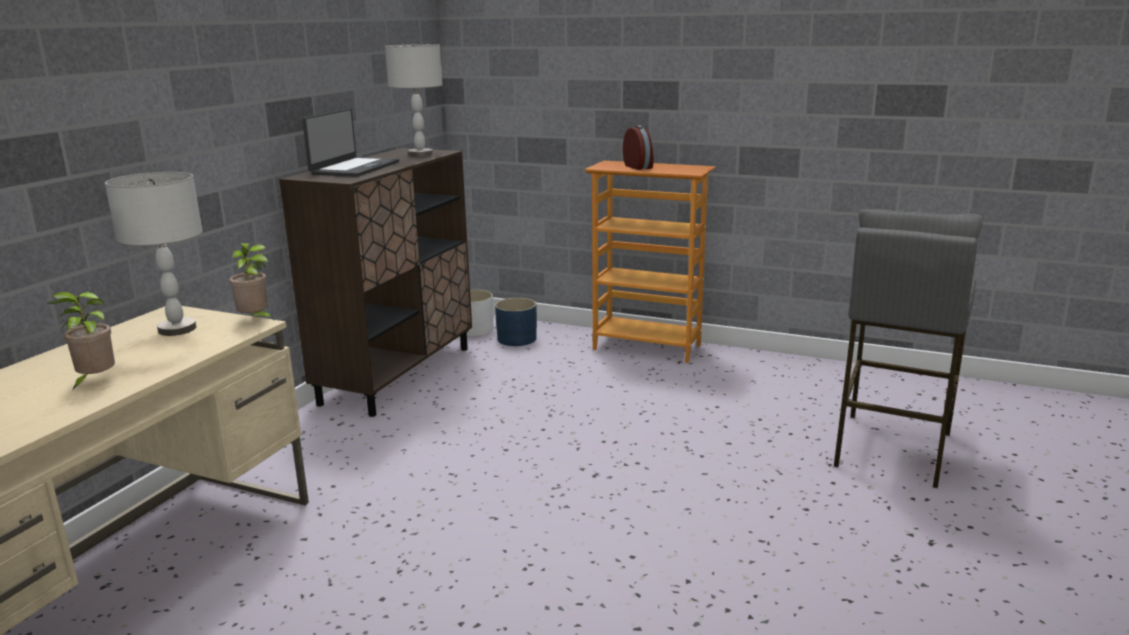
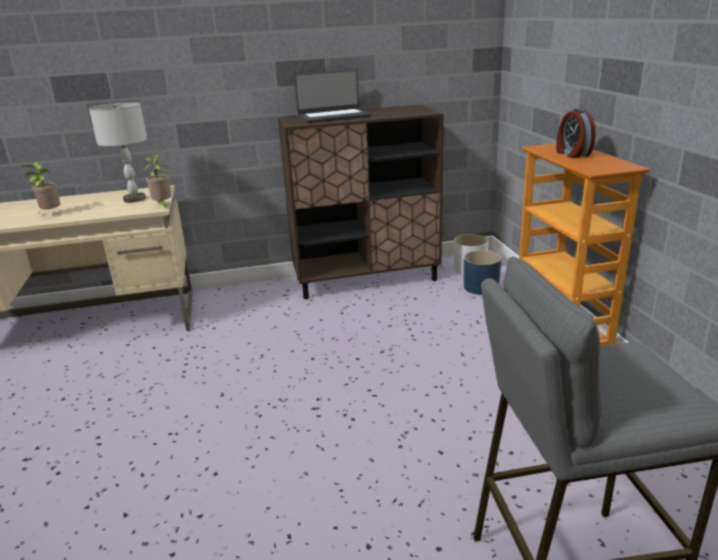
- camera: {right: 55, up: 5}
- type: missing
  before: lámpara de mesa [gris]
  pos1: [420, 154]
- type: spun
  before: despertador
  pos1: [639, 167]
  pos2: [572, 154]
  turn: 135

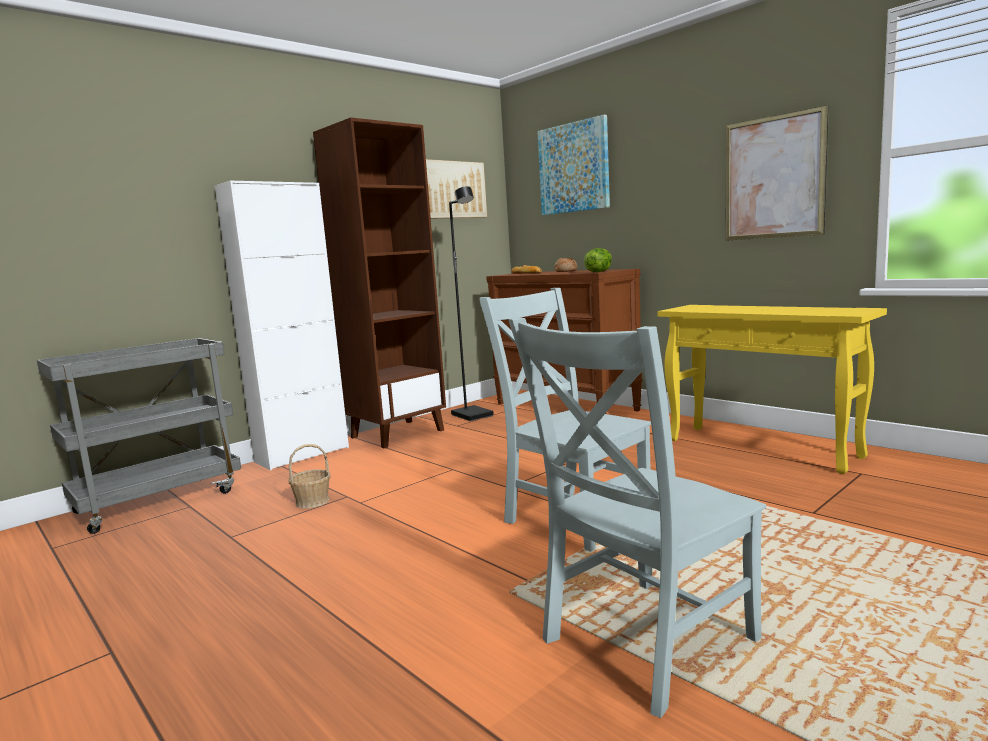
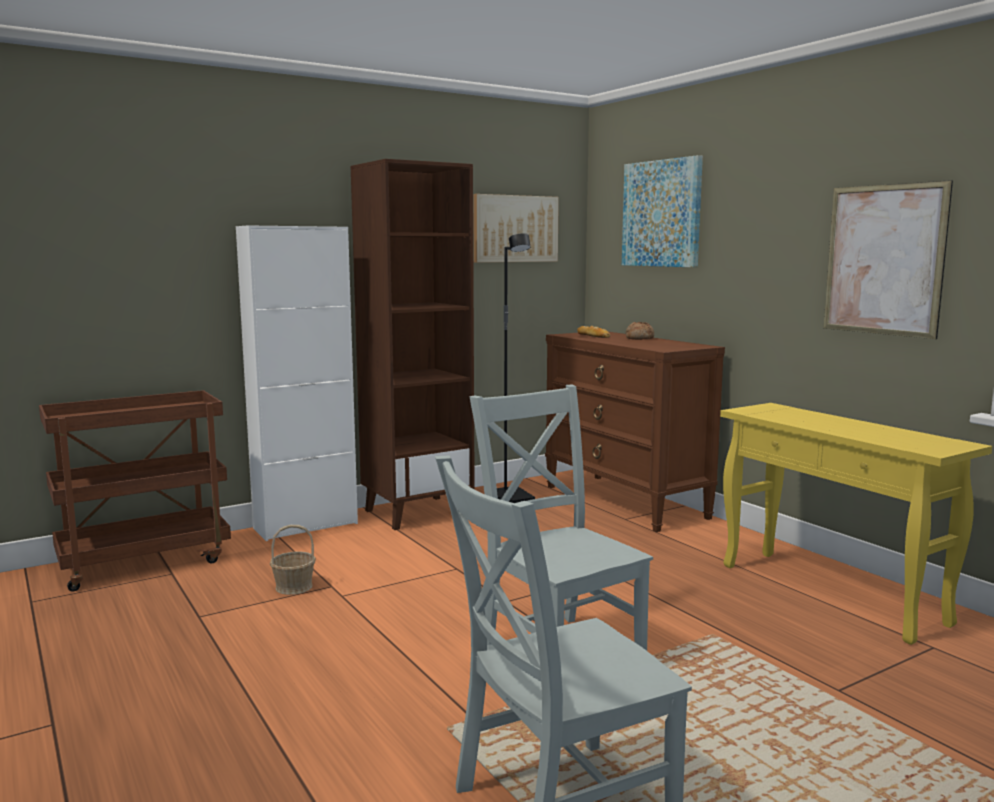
- camera: {right: 10, up: 0}
- type: missing
  before: lechuga
  pos1: [598, 272]
- type: colour
  before: carrito [gris]
  after: carrito [marrón]
  pos1: [159, 500]
  pos2: [145, 561]

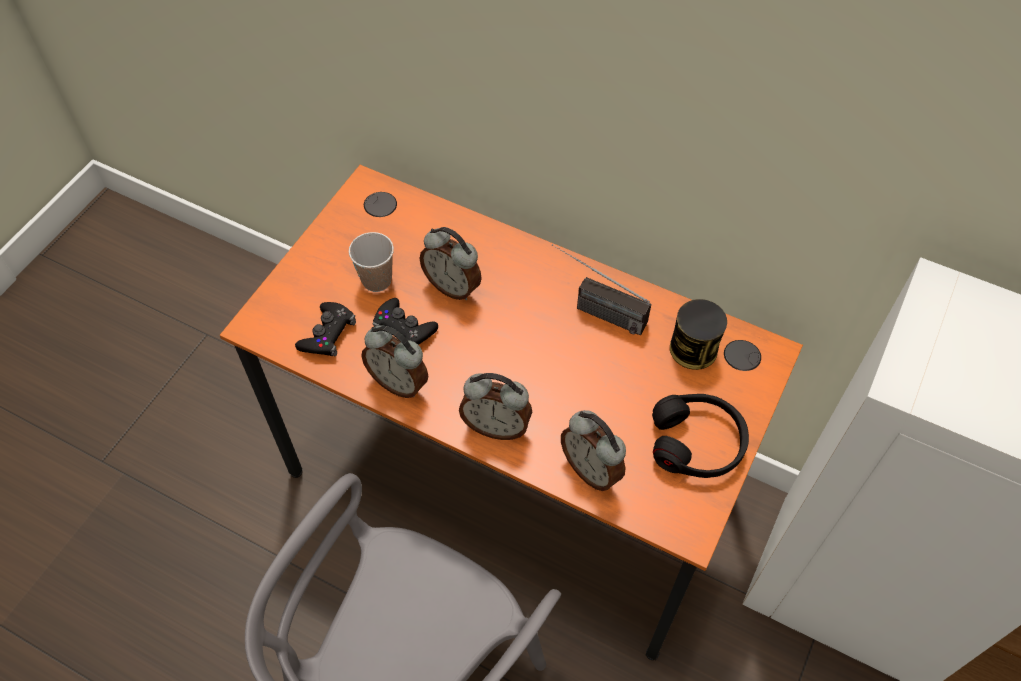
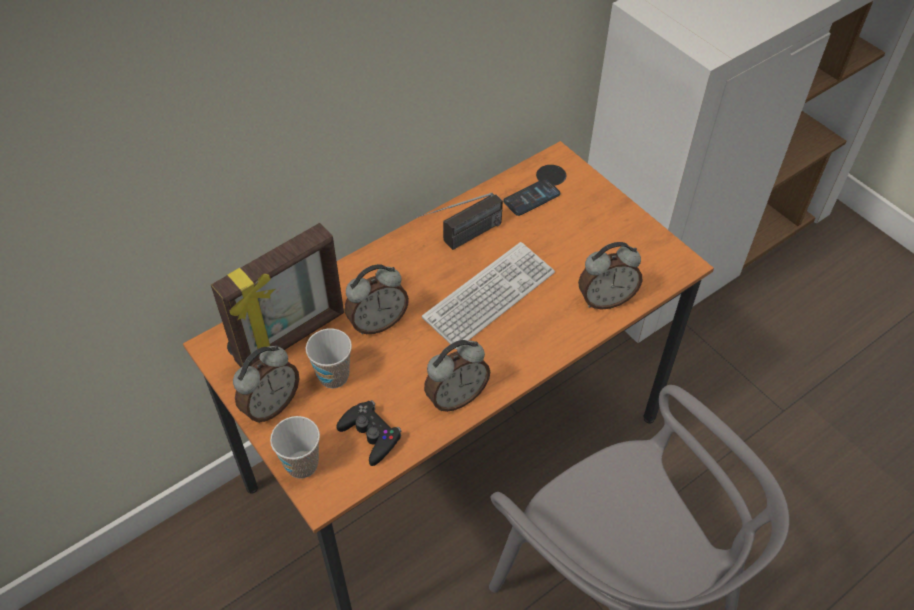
- camera: {right: -65, up: -5}
- type: missing
  before: mando de consola [negro]
  pos1: [404, 328]
- type: exchanged
  before: lata
  after: móvil
  pos1: [693, 349]
  pos2: [531, 198]
- type: relocated
  before: despertador
  pos1: [496, 426]
  pos2: [271, 405]
- type: missing
  before: auriculares [negro]
  pos1: [697, 442]
- type: appeared
  after: portarretratos
  pos2: [292, 338]
- type: appeared
  after: teclado
  pos2: [489, 296]
- type: appeared
  after: taza
  pos2: [302, 464]

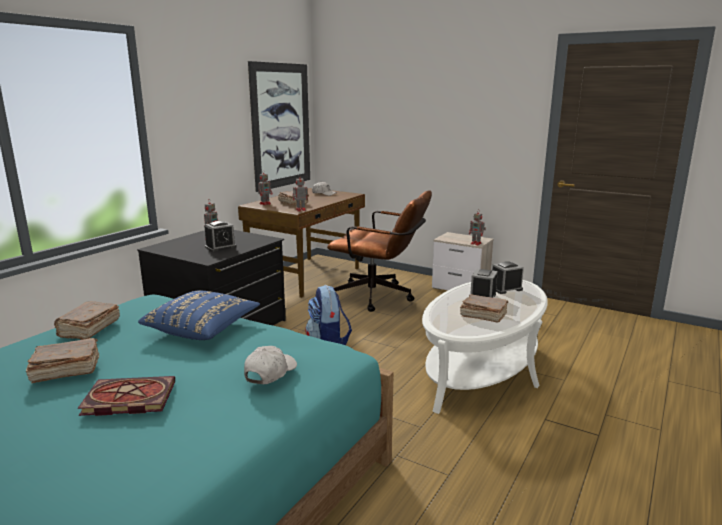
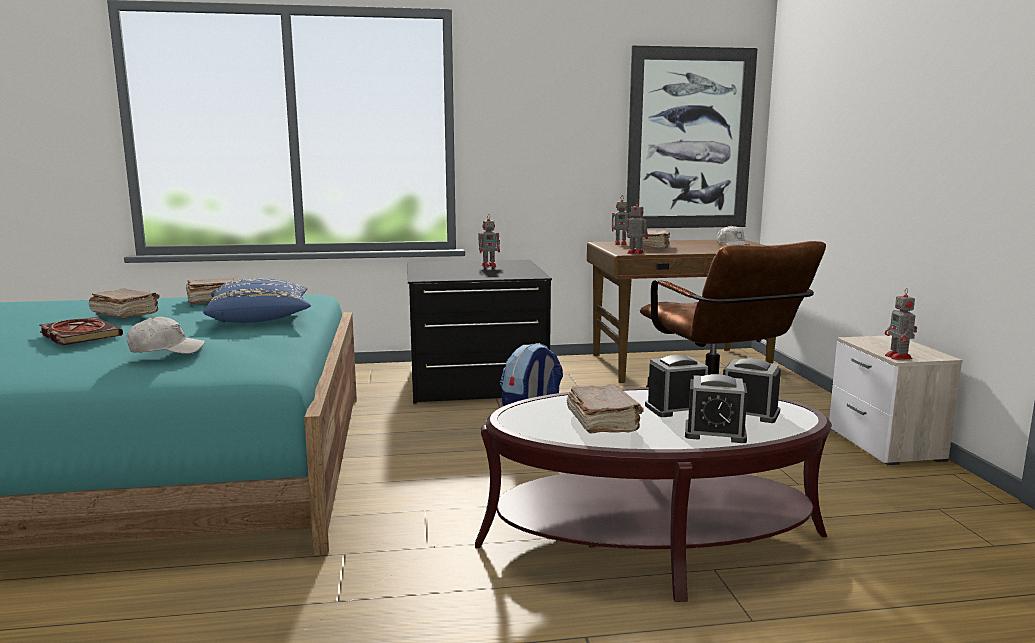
- camera: {right: 50, up: -5}
- type: relocated
  before: despertador
  pos1: [220, 247]
  pos2: [715, 433]
- type: colour
  before: mesa de centro [blanco]
  after: mesa de centro [marrón]
  pos1: [482, 369]
  pos2: [652, 540]

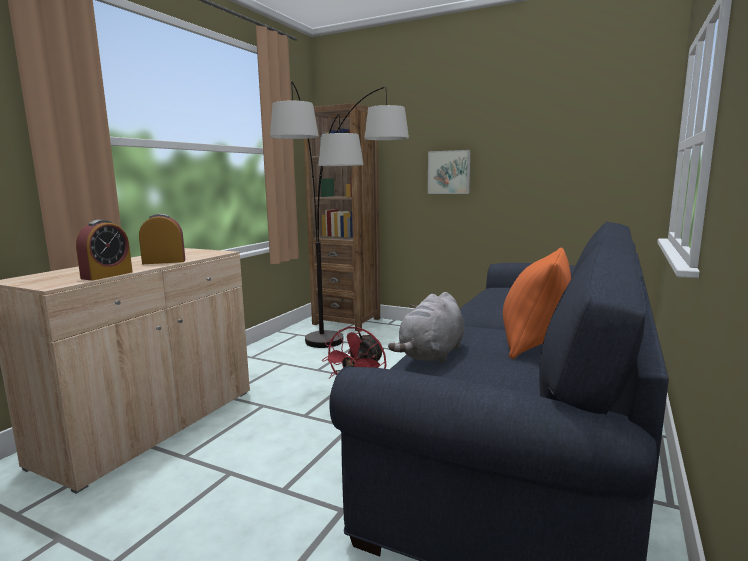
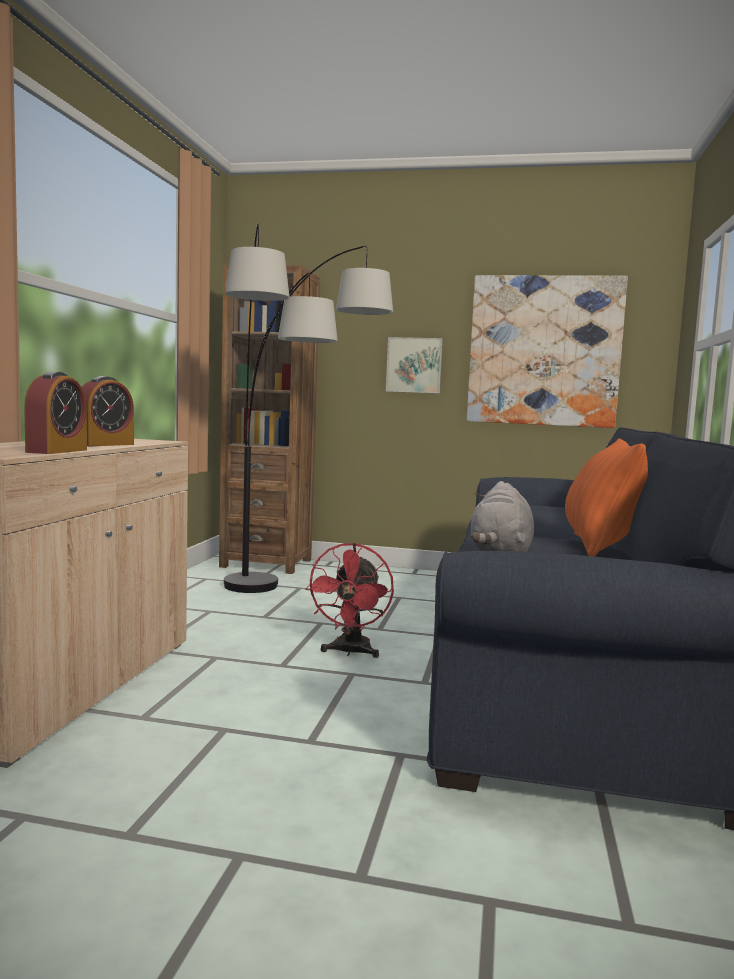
- camera: {right: -15, up: -5}
- type: spun
  before: despertador
  pos1: [164, 262]
  pos2: [105, 444]
  turn: 150
- type: appeared
  after: cuadro
  pos2: [544, 351]

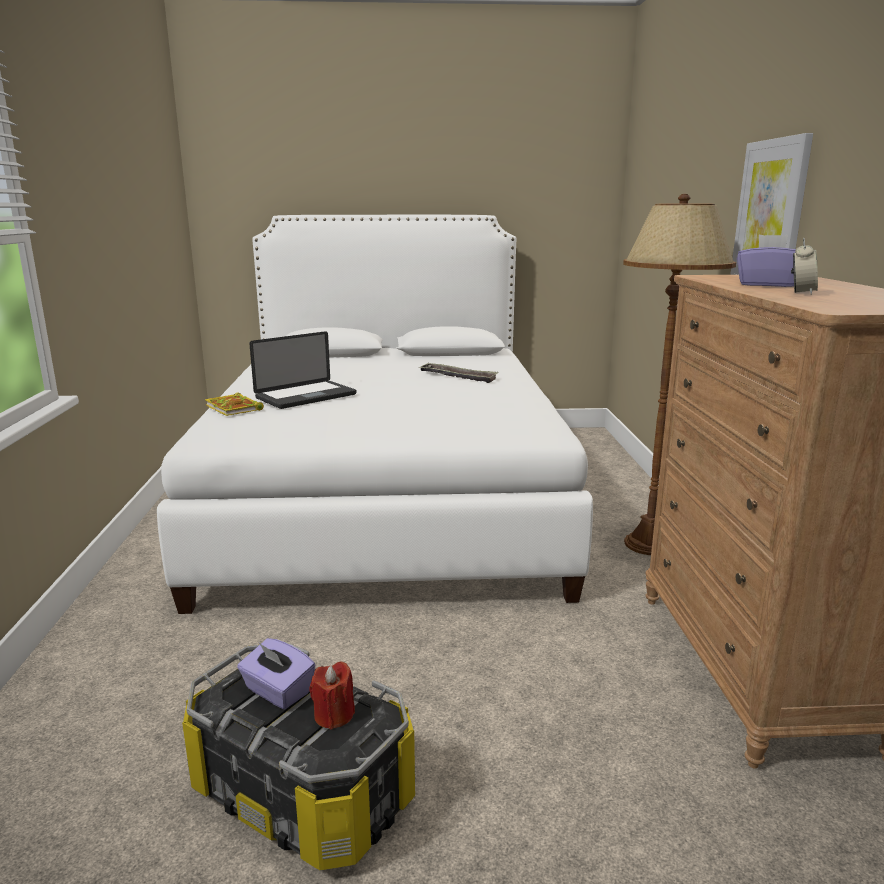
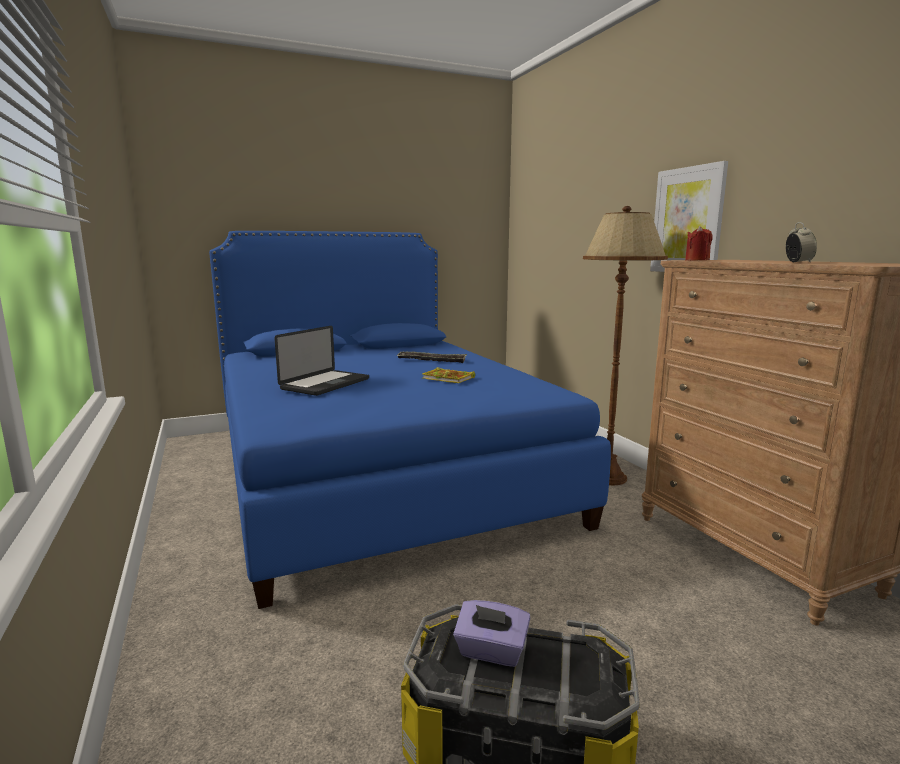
- camera: {right: -20, up: -5}
- type: colour
  before: cama [blanco]
  after: cama [azul]
  pos1: [386, 497]
  pos2: [377, 471]
- type: missing
  before: caja de pañuelos [morado]
  pos1: [766, 284]
- type: relocated
  before: libro
  pos1: [235, 408]
  pos2: [449, 378]
- type: relocated
  before: vela [rojo]
  pos1: [334, 715]
  pos2: [697, 260]

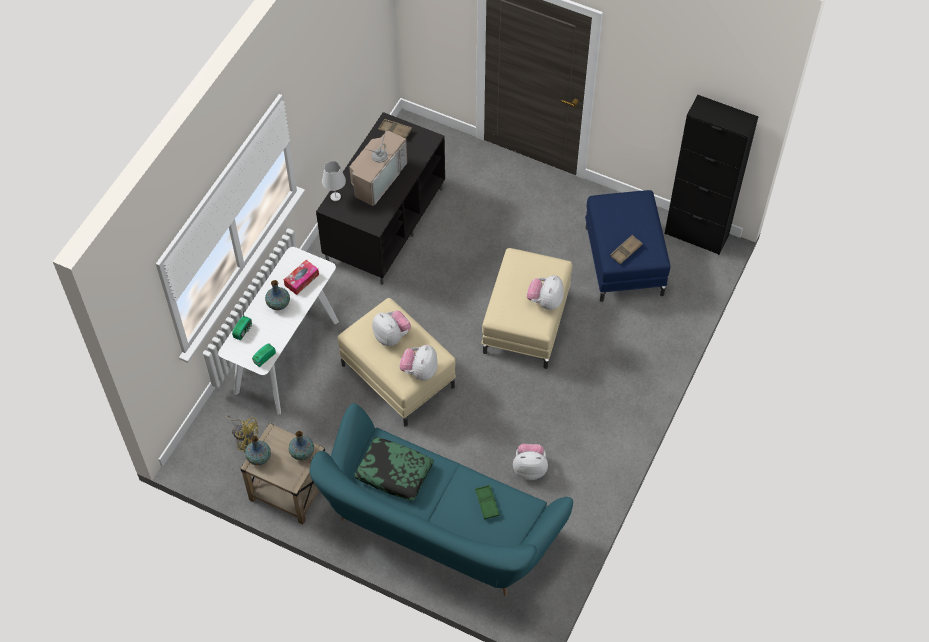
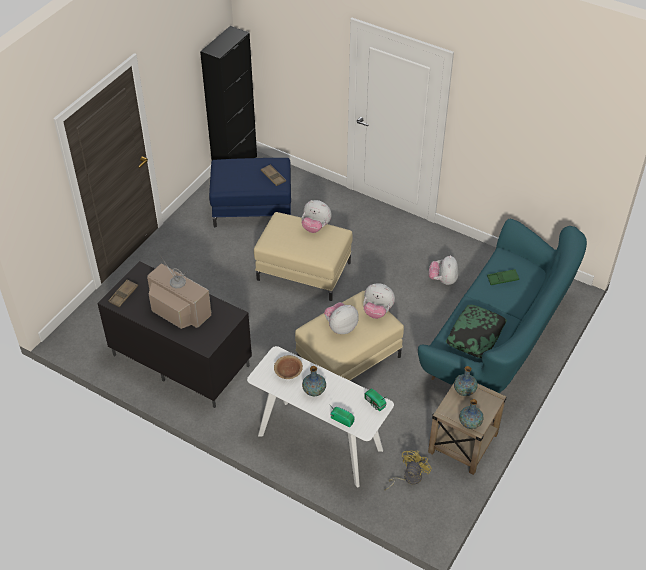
- camera: {right: -85, up: -10}
- type: missing
  before: lámpara de mesa [blanco]
  pos1: [335, 196]
- type: exchanged
  before: caja de pañuelos
  after: cuenco [marrón]
  pos1: [301, 280]
  pos2: [288, 372]

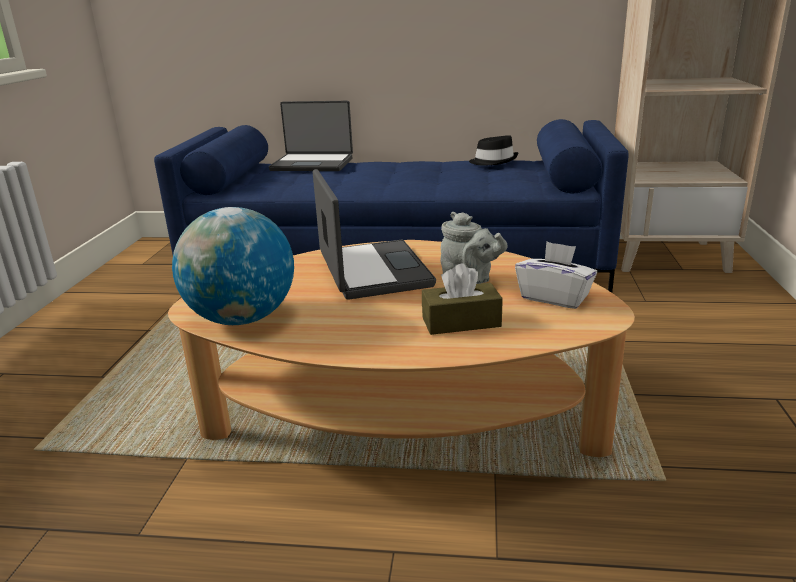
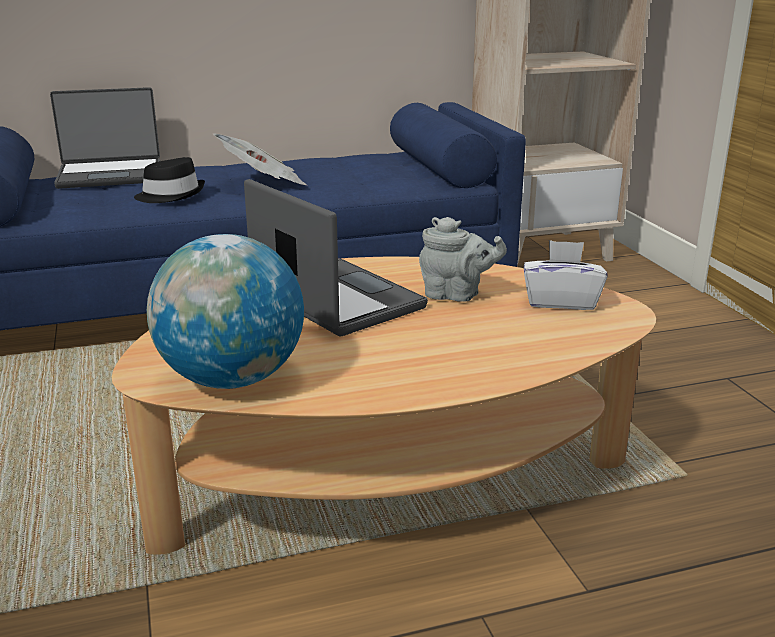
- camera: {right: -25, up: 0}
- type: relocated
  before: sombrero [negro]
  pos1: [494, 161]
  pos2: [171, 195]
- type: missing
  before: caja de pañuelos [marrón]
  pos1: [461, 322]
- type: appeared
  after: periódico
  pos2: [263, 183]

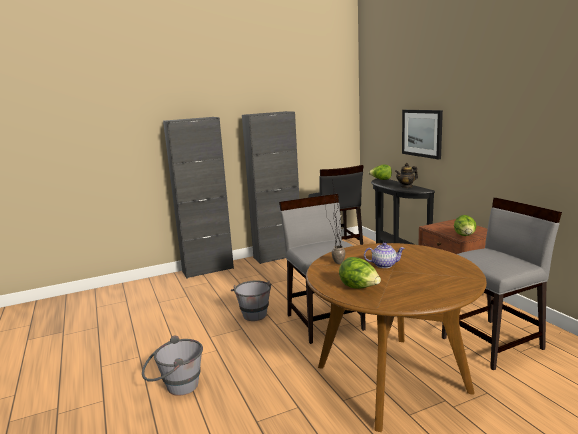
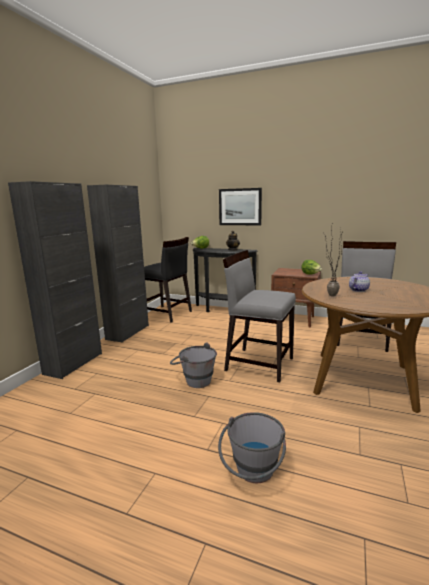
- camera: {right: -45, up: 0}
- type: missing
  before: lechuga
  pos1: [359, 288]

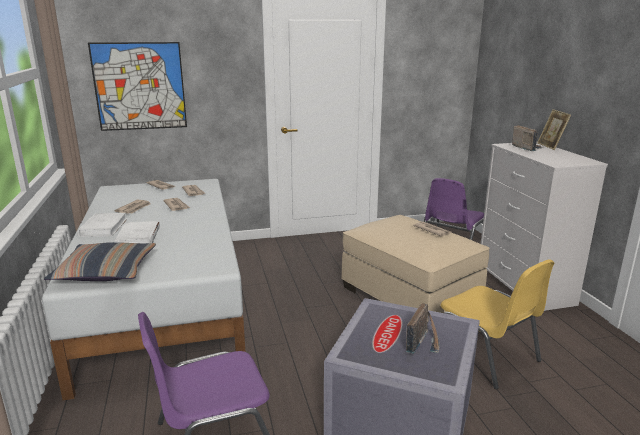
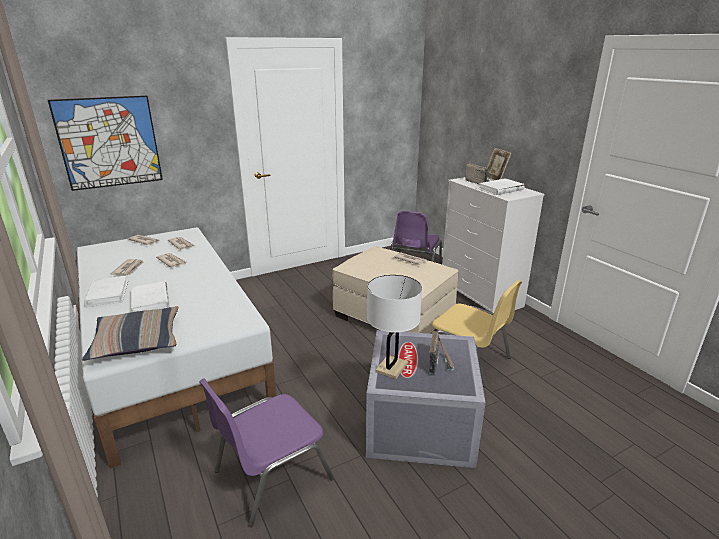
- camera: {right: -15, up: 5}
- type: appeared
  after: libro [blanco]
  pos2: [500, 189]
- type: appeared
  after: lámpara de mesa [blanco]
  pos2: [391, 367]

